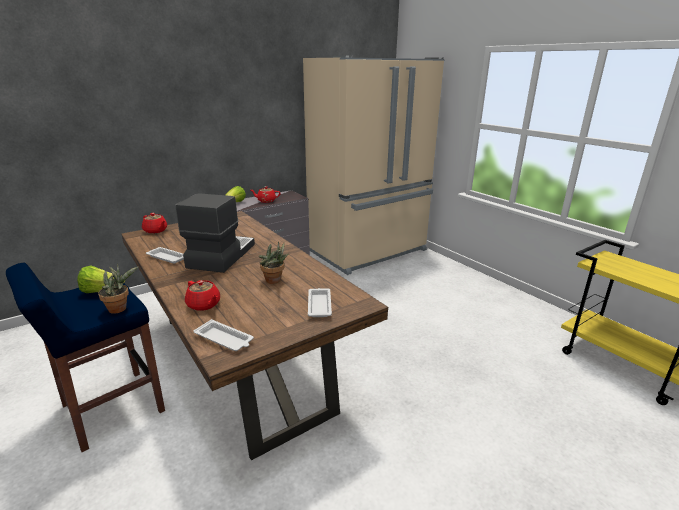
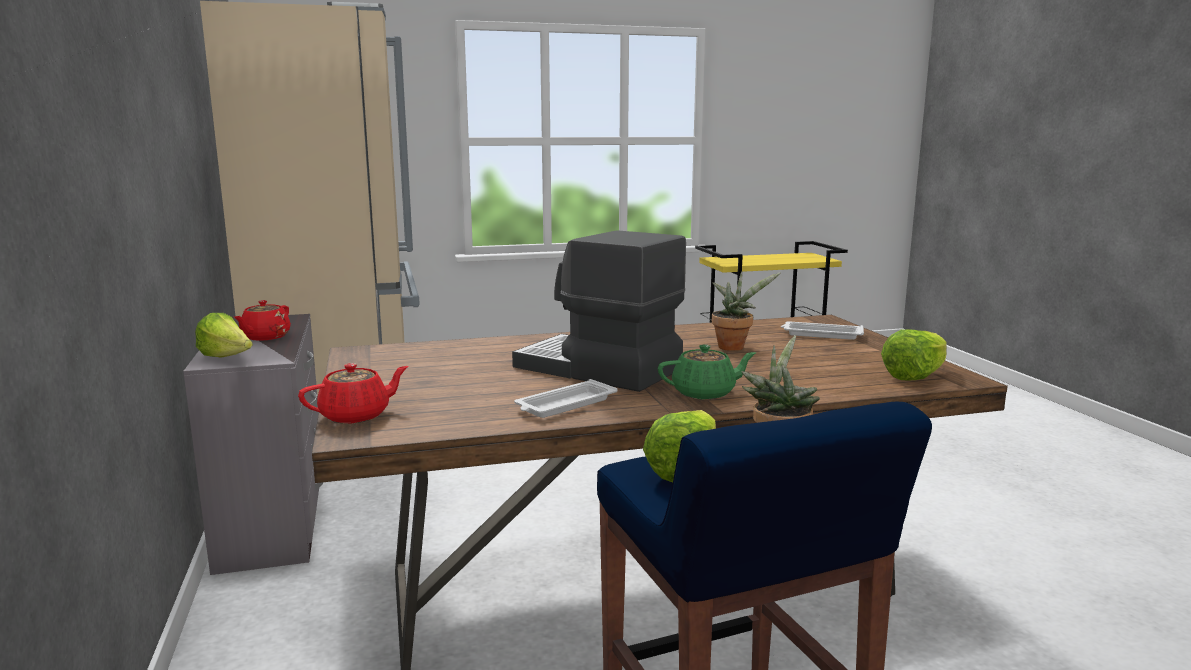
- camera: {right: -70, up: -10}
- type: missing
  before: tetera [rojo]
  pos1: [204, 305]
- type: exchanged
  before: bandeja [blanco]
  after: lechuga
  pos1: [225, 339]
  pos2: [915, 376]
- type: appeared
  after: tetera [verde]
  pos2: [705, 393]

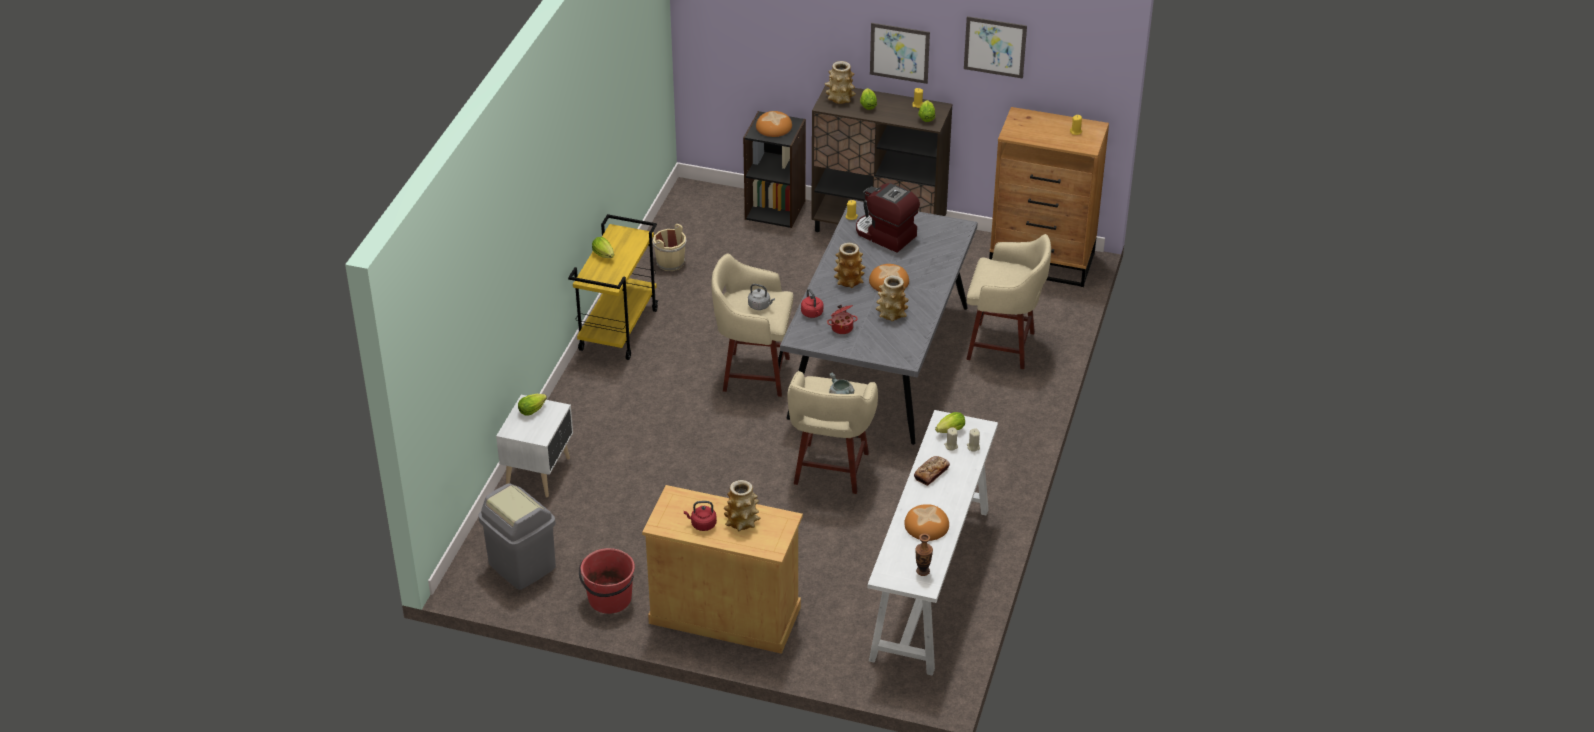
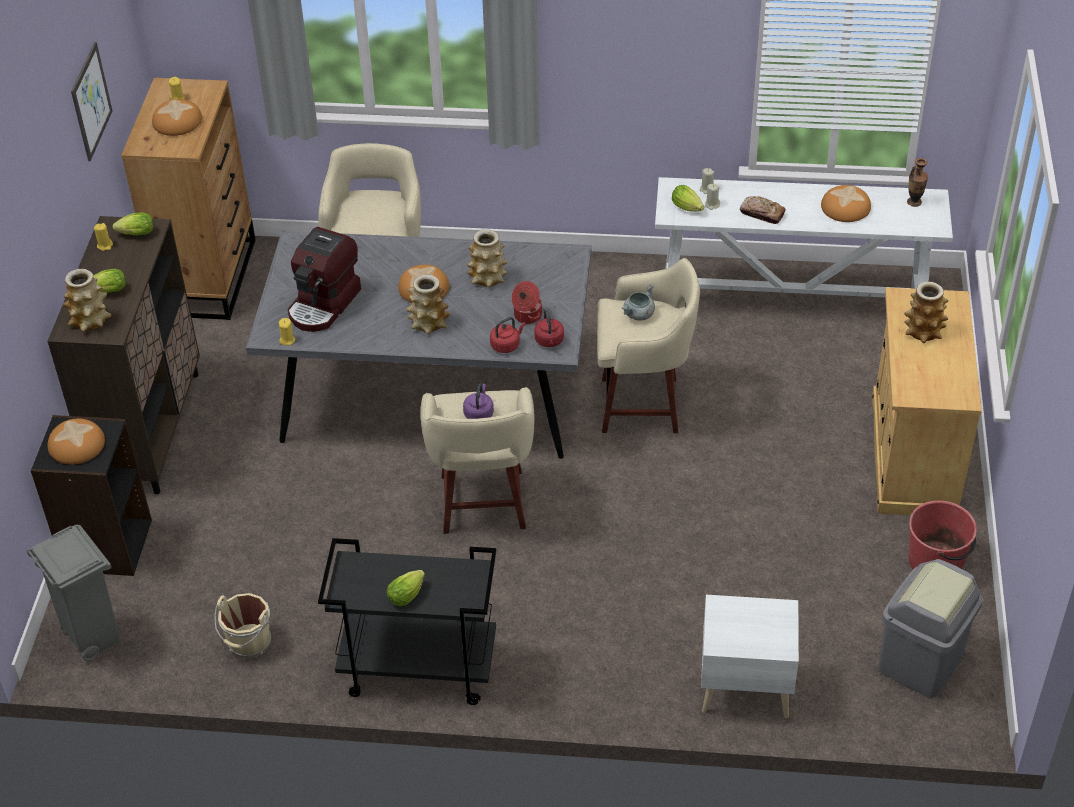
- camera: {right: -100, up: 5}
- type: missing
  before: cuadro
  pos1: [899, 53]
- type: colour
  before: carrito [amarillo]
  after: carrito [negro]
  pos1: [618, 329]
  pos2: [417, 670]
- type: colour
  before: hervidor [gris]
  after: hervidor [morado]
  pos1: [760, 306]
  pos2: [479, 413]
- type: missing
  before: lechuga
  pos1: [533, 410]
- type: relocated
  before: hervidor [rojo]
  pos1: [702, 524]
  pos2: [549, 341]
- type: appeared
  after: pan
  pos2: [177, 121]
- type: appeared
  after: papelera [gris]
  pos2: [92, 637]

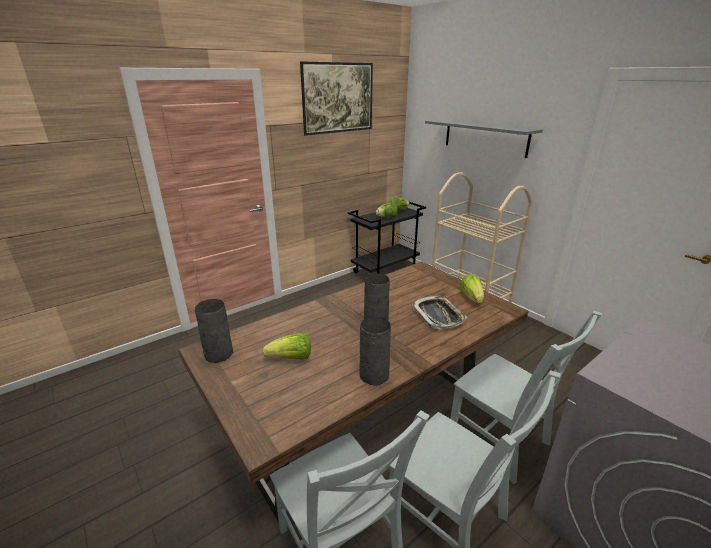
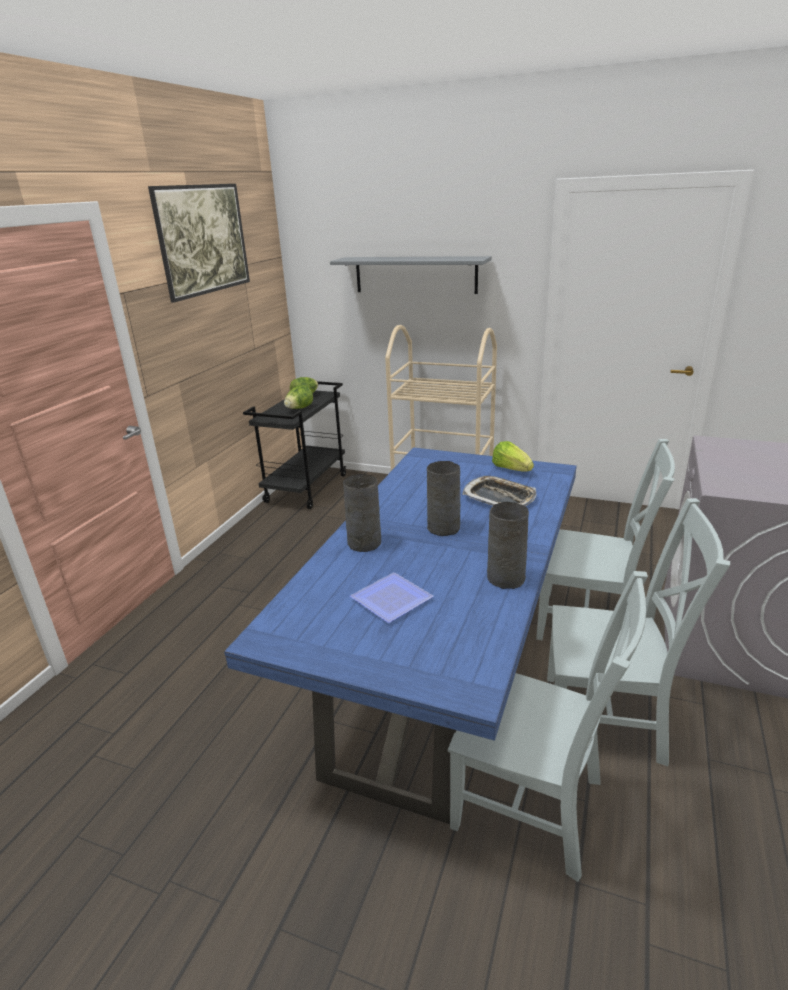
- camera: {right: -30, up: 0}
- type: colour
  before: mesa de comedor [marrón]
  after: mesa de comedor [azul]
  pos1: [365, 421]
  pos2: [441, 668]
- type: relocated
  before: florero [gris]
  pos1: [217, 354]
  pos2: [363, 543]
- type: exchanged
  before: lechuga
  after: plato
  pos1: [291, 358]
  pos2: [394, 600]

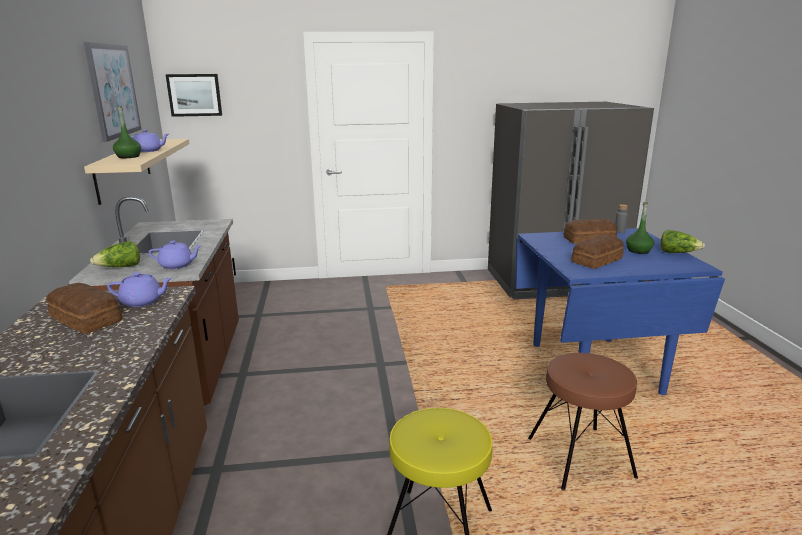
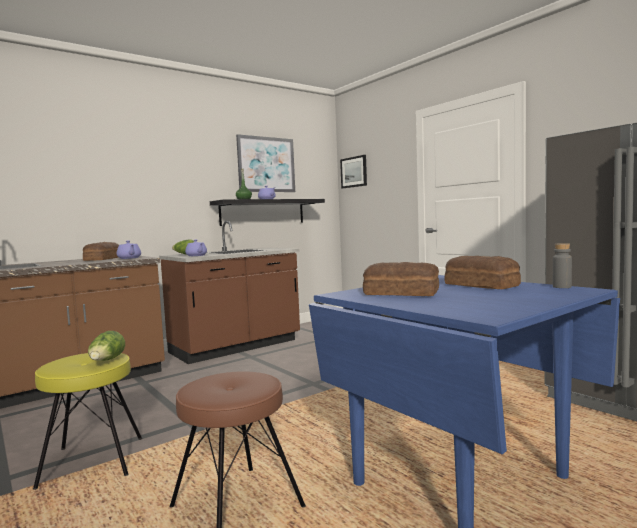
- camera: {right: 60, up: -15}
- type: colour
  before: estante [beis]
  after: estante [negro]
  pos1: [123, 169]
  pos2: [263, 212]
- type: missing
  before: botella [verde]
  pos1: [638, 251]
- type: relocated
  before: lechuga
  pos1: [677, 253]
  pos2: [106, 361]

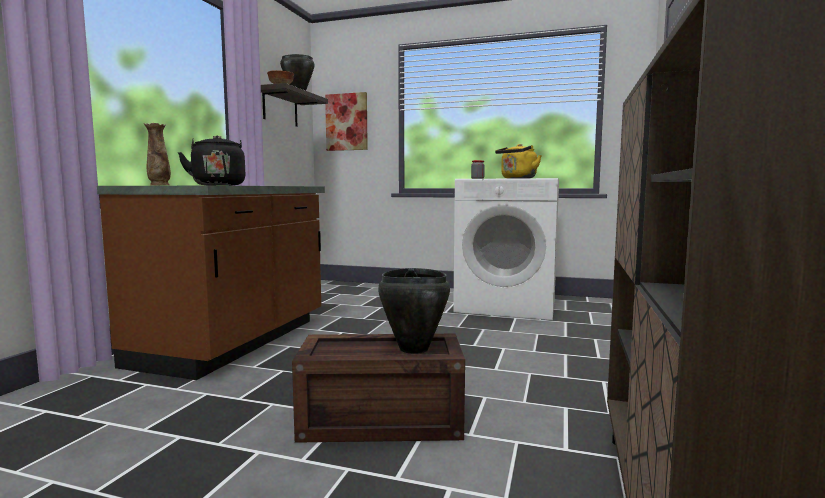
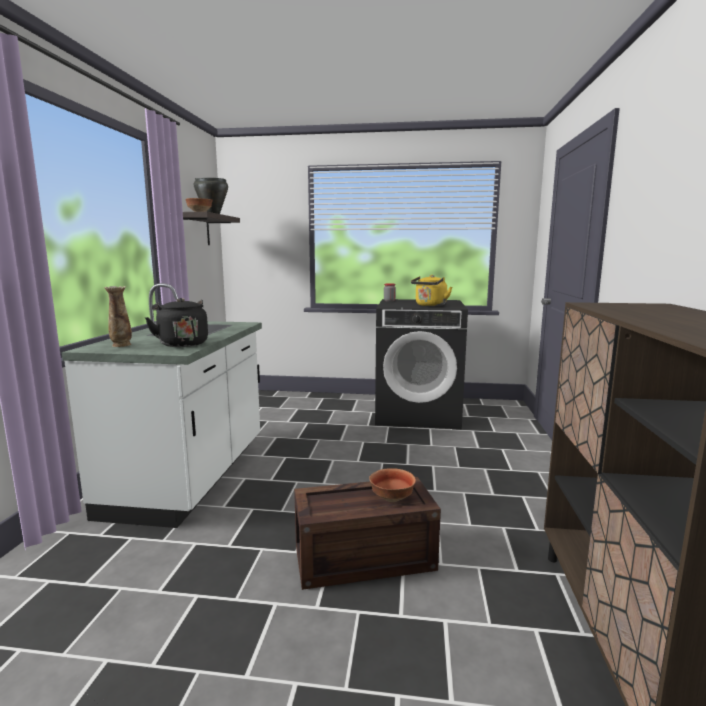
- camera: {right: -10, up: 5}
- type: missing
  before: cuadro
  pos1: [346, 122]
- type: colour
  before: mueble bajo de cocina [marrón]
  after: mueble bajo de cocina [blanco]
  pos1: [235, 342]
  pos2: [190, 477]
- type: colour
  before: lavadora [blanco]
  after: lavadora [negro]
  pos1: [507, 305]
  pos2: [418, 413]
- type: exchanged
  before: olla [negro]
  after: cuenco
  pos1: [413, 349]
  pos2: [391, 498]

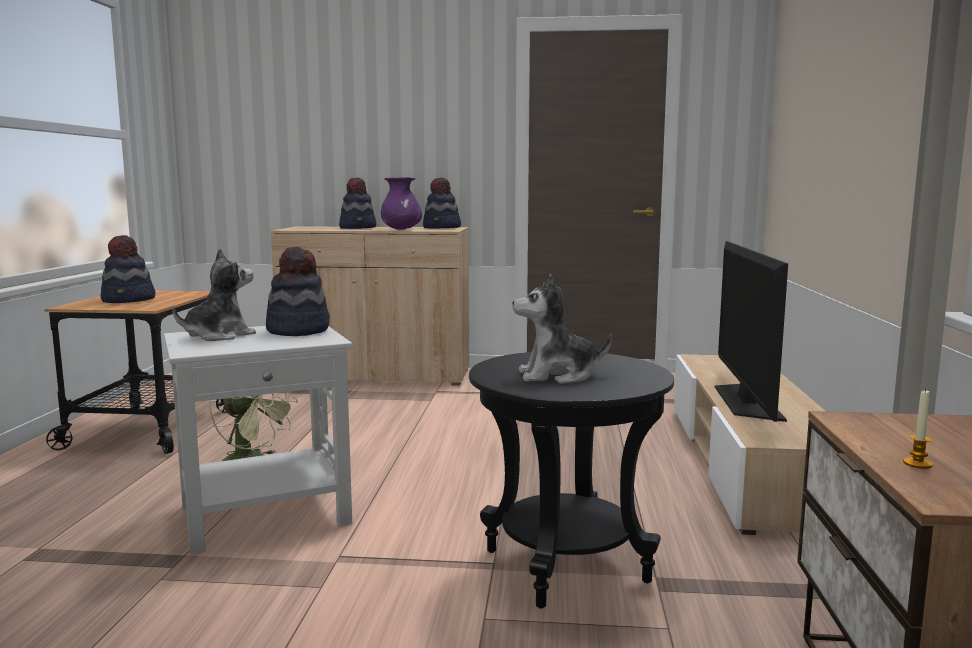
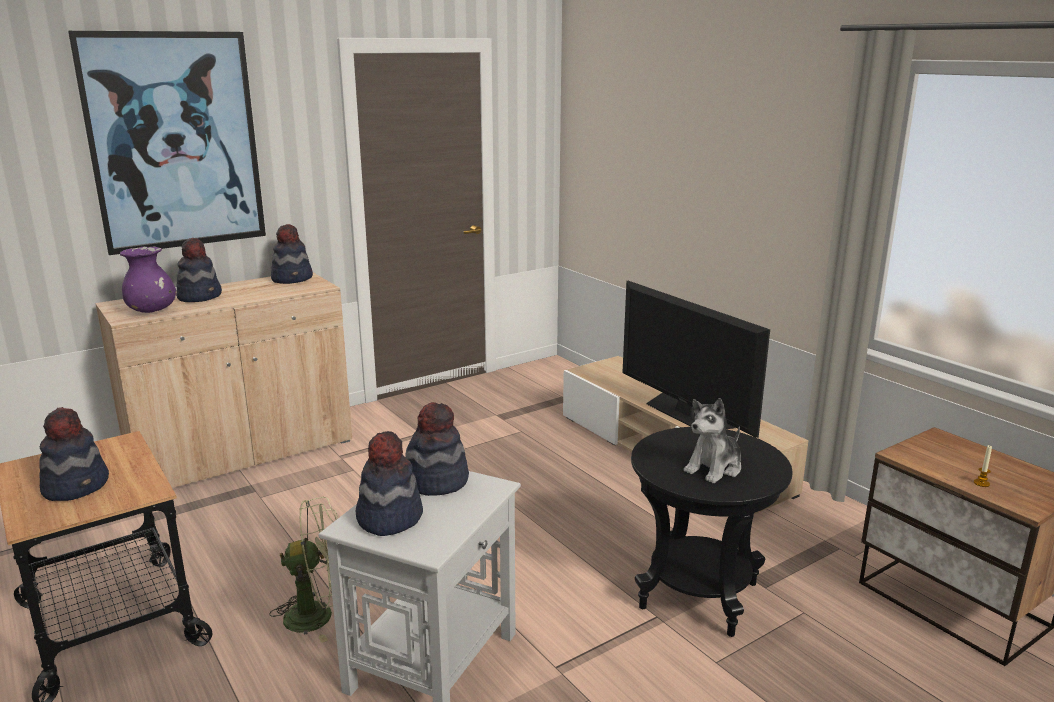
- camera: {right: -40, up: 10}
- type: relocated
  before: florero [morado]
  pos1: [401, 229]
  pos2: [152, 311]
- type: exchanged
  before: peluche
  after: sombrero
  pos1: [218, 336]
  pos2: [389, 517]
- type: appeared
  after: cuadro
  pos2: [175, 142]

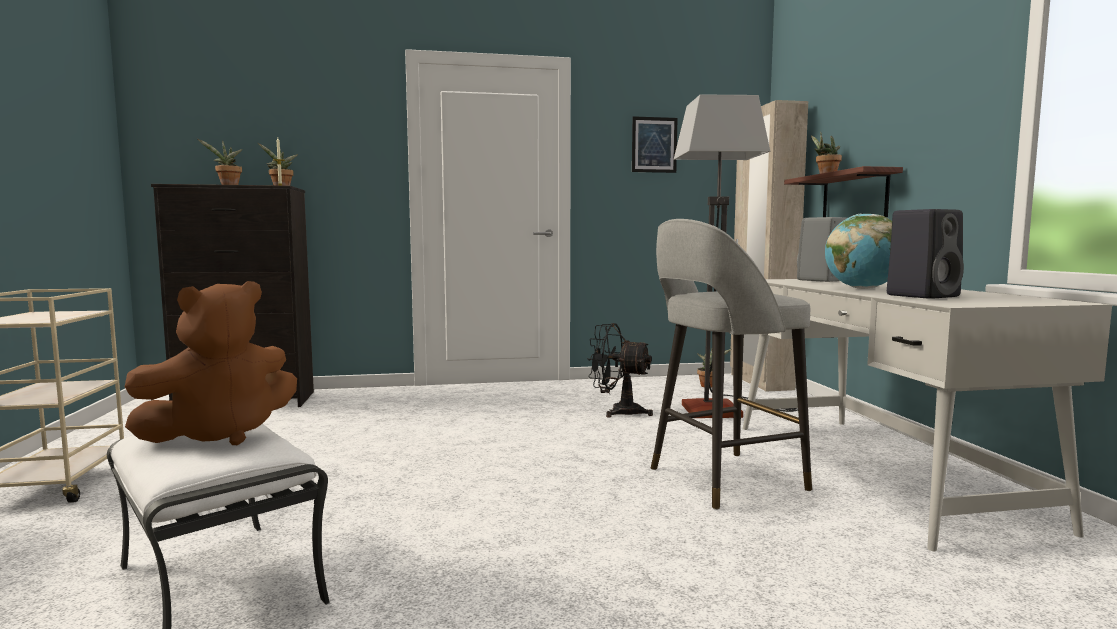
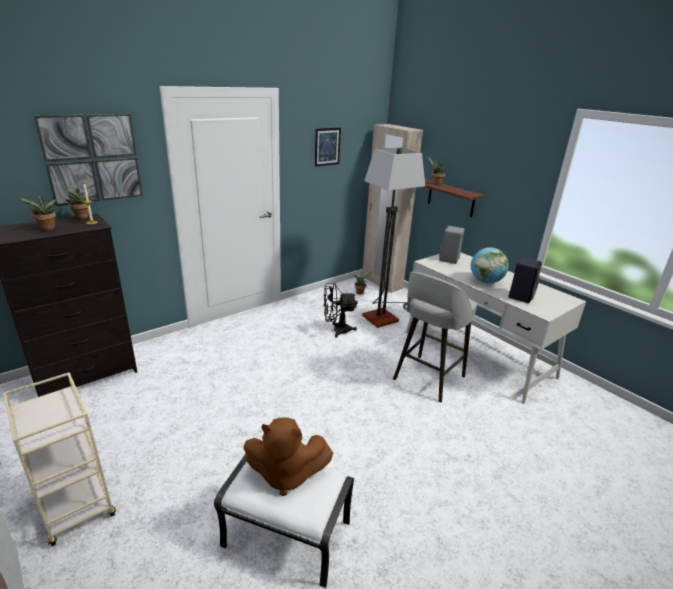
- camera: {right: -30, up: 20}
- type: spun
  before: peluche [marrón]
  pos1: [221, 434]
  pos2: [286, 475]
  turn: 75
- type: appeared
  after: cuadro
  pos2: [92, 158]

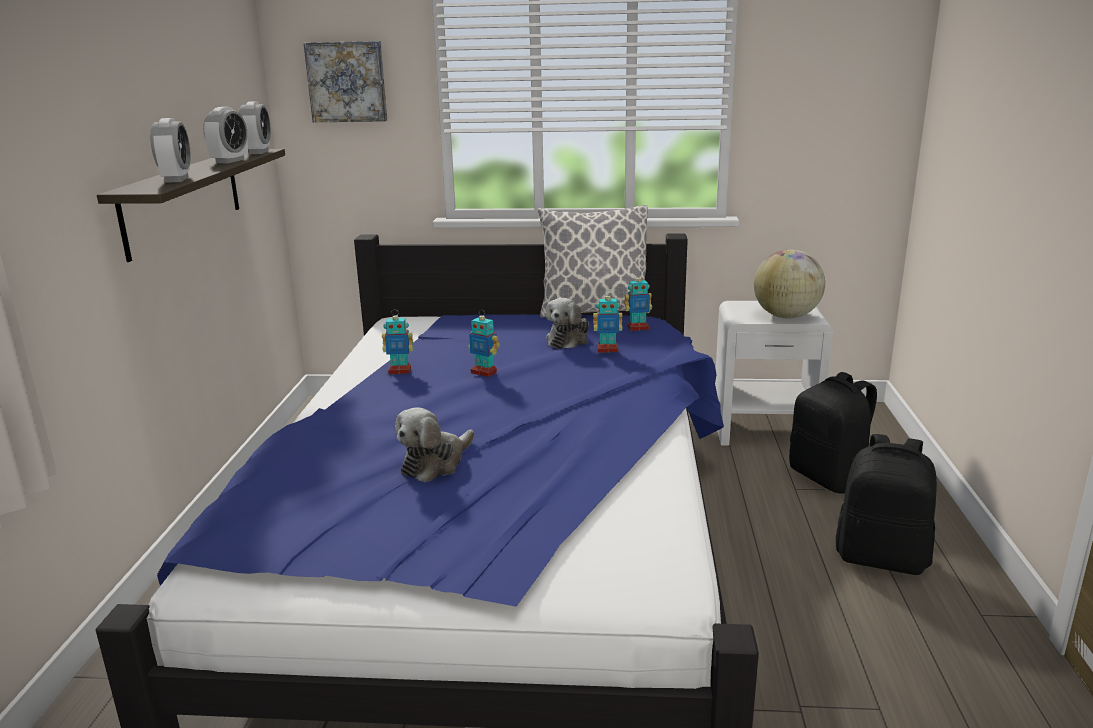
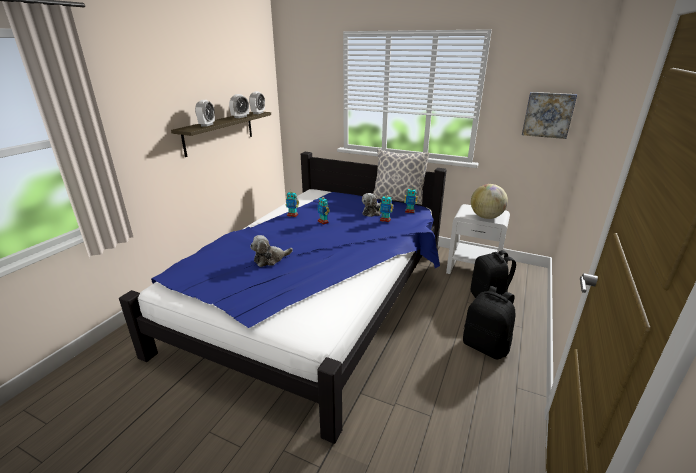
- camera: {right: 20, up: 5}
- type: relocated
  before: cuadro
  pos1: [347, 82]
  pos2: [548, 115]

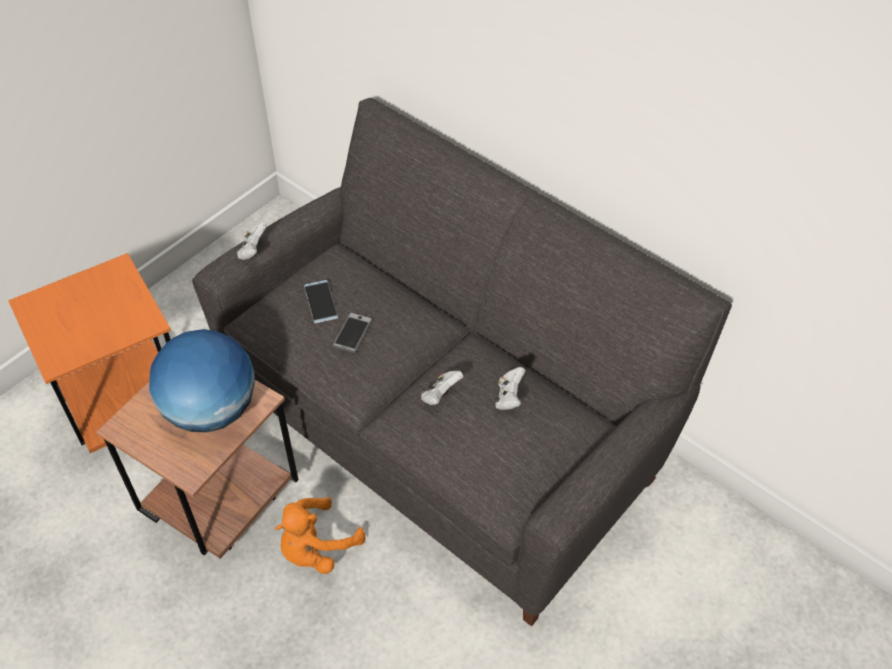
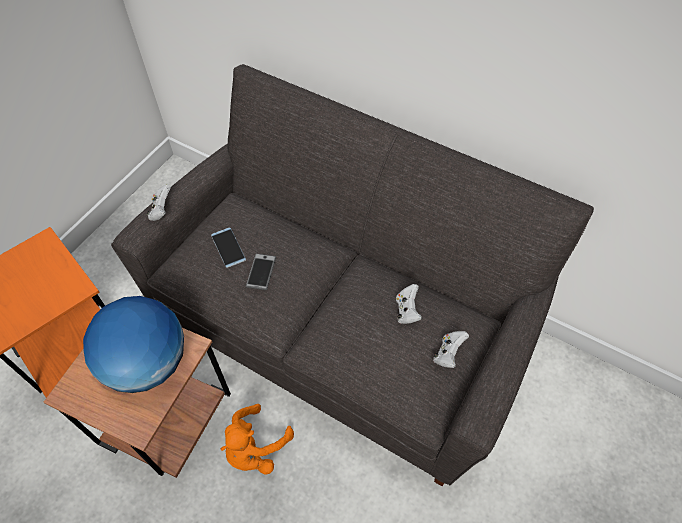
- camera: {right: -10, up: 5}
- type: relocated
  before: mando de consola [blanco]
  pos1: [440, 395]
  pos2: [448, 354]

